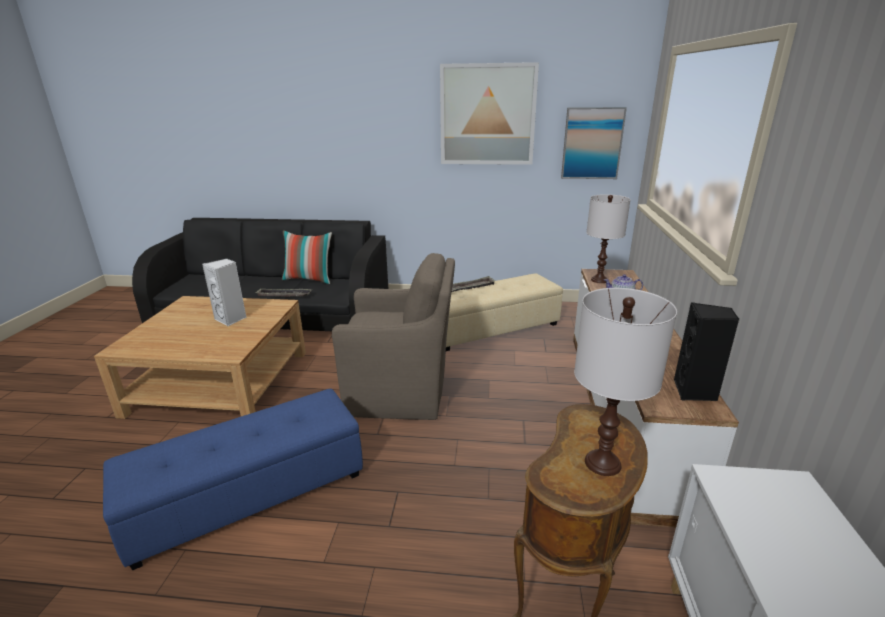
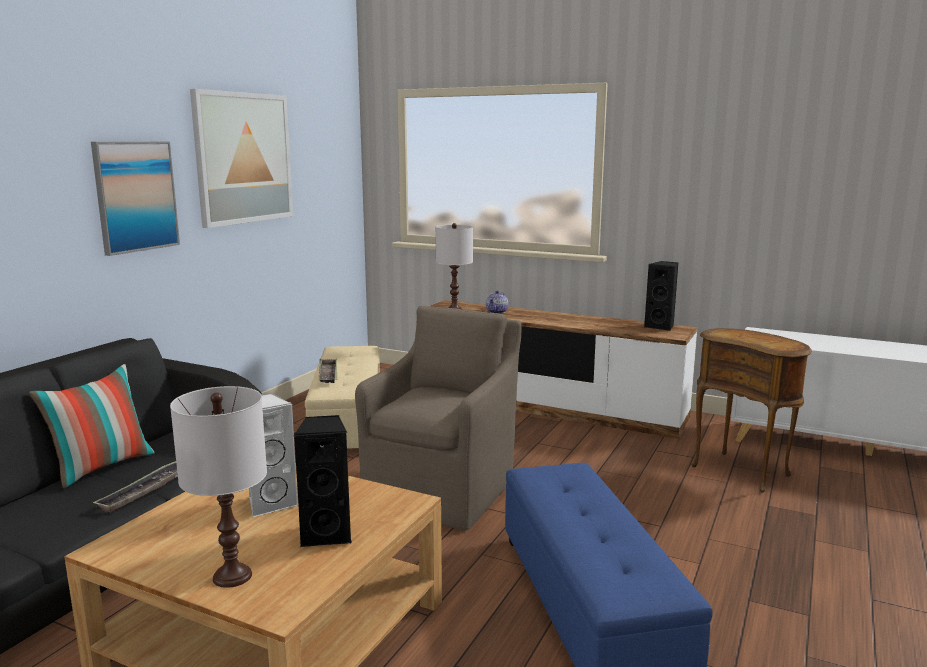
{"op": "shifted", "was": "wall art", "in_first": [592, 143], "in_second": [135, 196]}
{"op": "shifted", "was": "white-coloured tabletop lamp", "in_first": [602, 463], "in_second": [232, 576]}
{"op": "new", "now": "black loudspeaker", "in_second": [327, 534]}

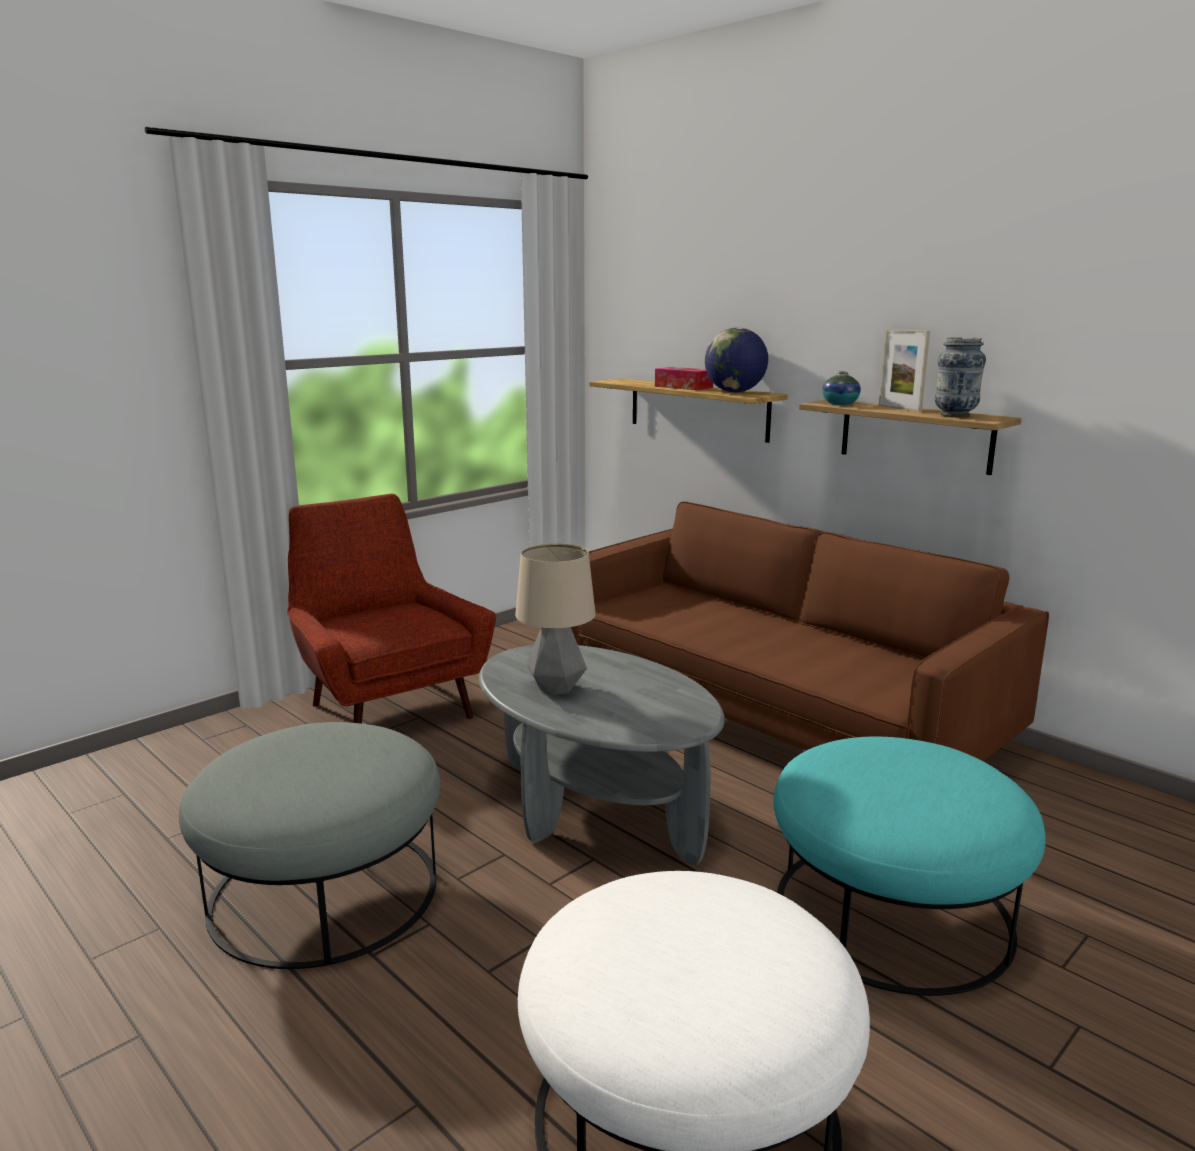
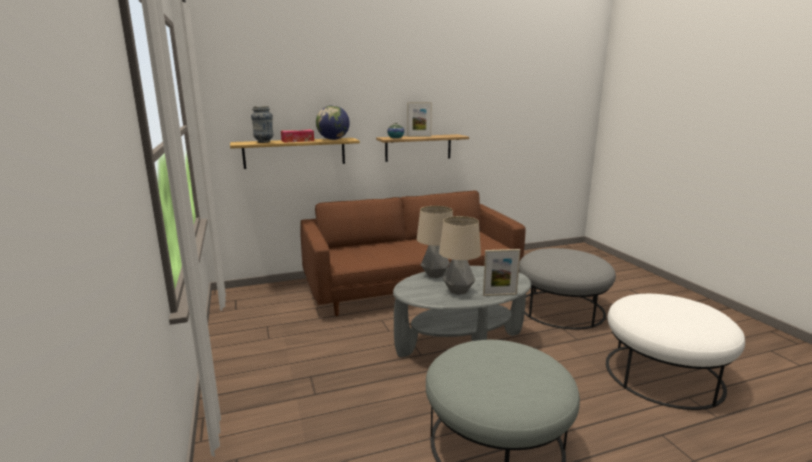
{"op": "shifted", "was": "decorative vase", "in_first": [955, 415], "in_second": [264, 142]}
{"op": "new", "now": "tabletop lamp", "in_second": [435, 275]}
{"op": "new", "now": "picture frame", "in_second": [499, 294]}
{"op": "repainted", "was": "turquoise ottoman", "now": "gray ottoman", "in_first": [893, 912], "in_second": [561, 308]}
{"op": "gone", "was": "reddish easy chair", "in_first": [387, 707]}

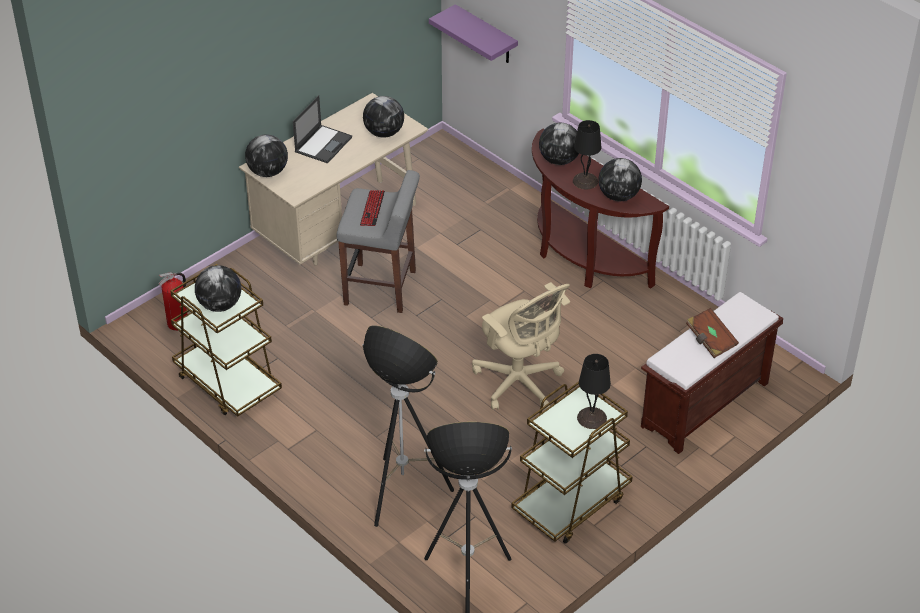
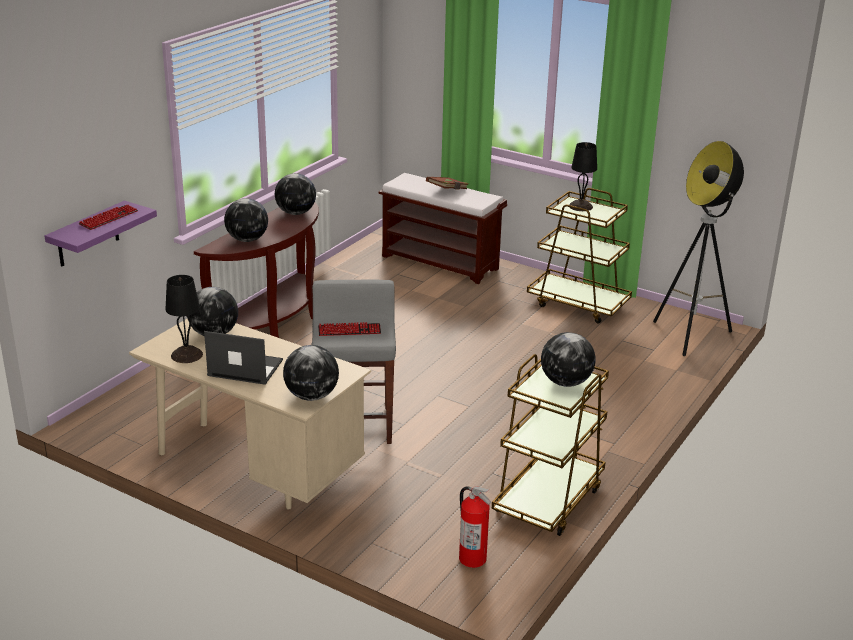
{"op": "new", "now": "computer keyboard", "in_second": [108, 218]}
{"op": "shifted", "was": "black tabletop lamp", "in_first": [585, 180], "in_second": [186, 355]}
{"op": "gone", "was": "floor lamp", "in_first": [402, 493]}
{"op": "gone", "was": "beige-coloured desk chair", "in_first": [520, 384]}

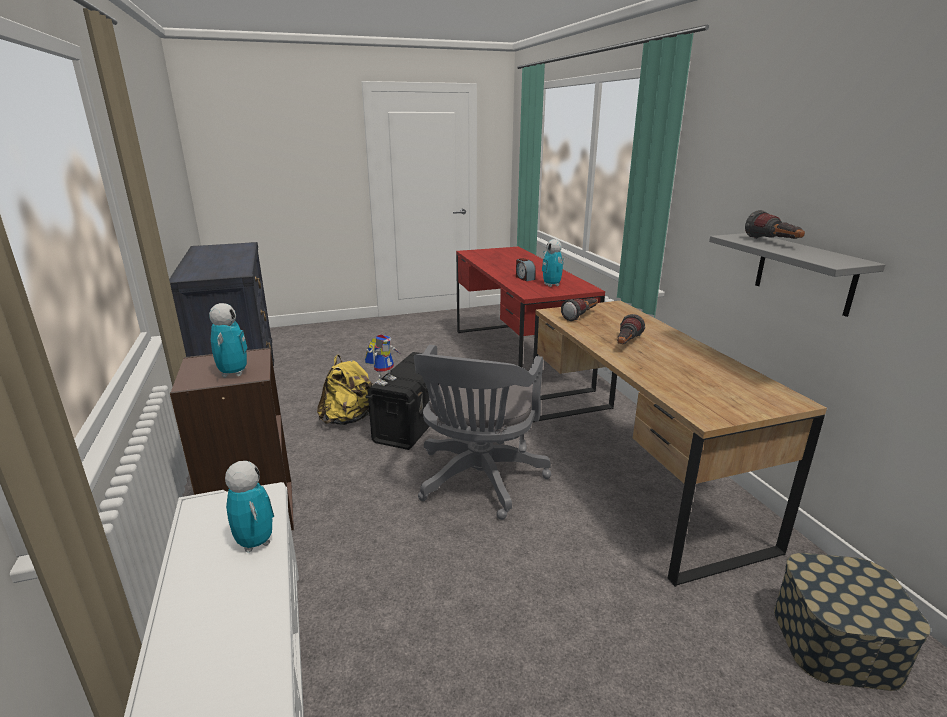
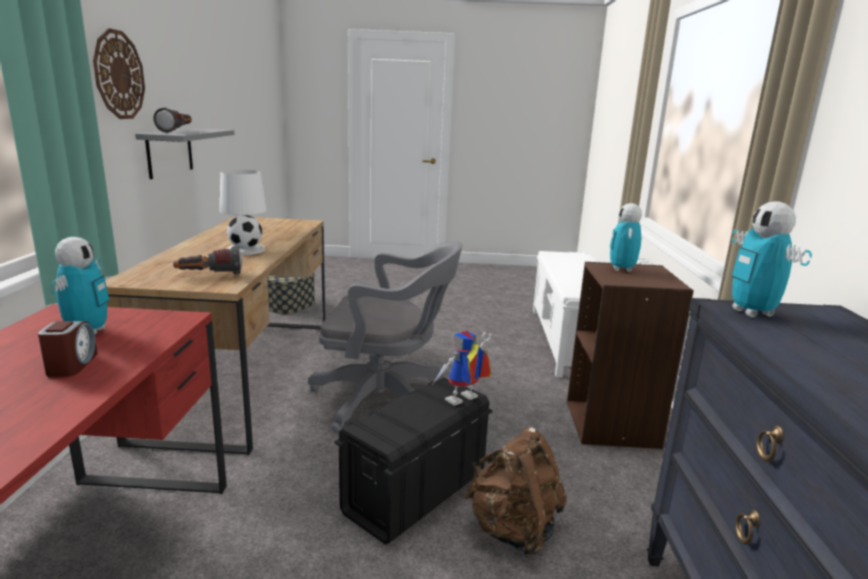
{"op": "new", "now": "clock on the wall", "in_second": [119, 75]}
{"op": "swapped", "was": "hand torch", "now": "white-coloured tabletop lamp", "in_first": [626, 344], "in_second": [246, 250]}
{"op": "rotated", "was": "gray desk chair", "in_first": [478, 481], "in_second": [387, 400], "clockwise": 60}
{"op": "repainted", "was": "yellow knapsack", "now": "brown knapsack", "in_first": [349, 419], "in_second": [512, 530]}
{"op": "shifted", "was": "toy robot", "in_first": [255, 542], "in_second": [752, 313]}

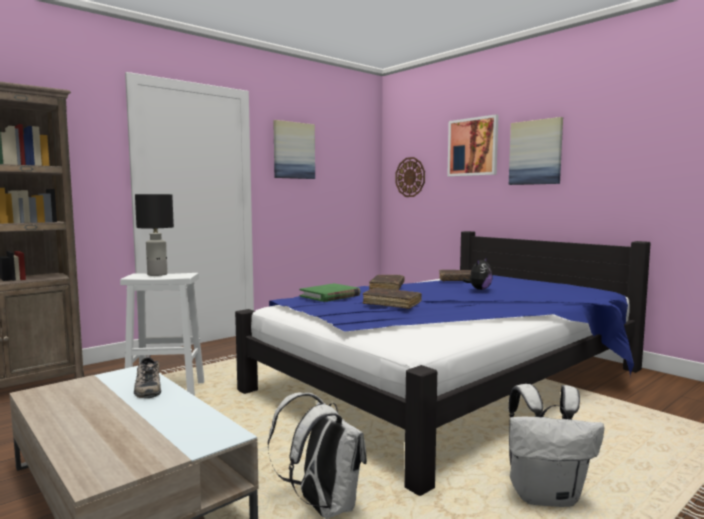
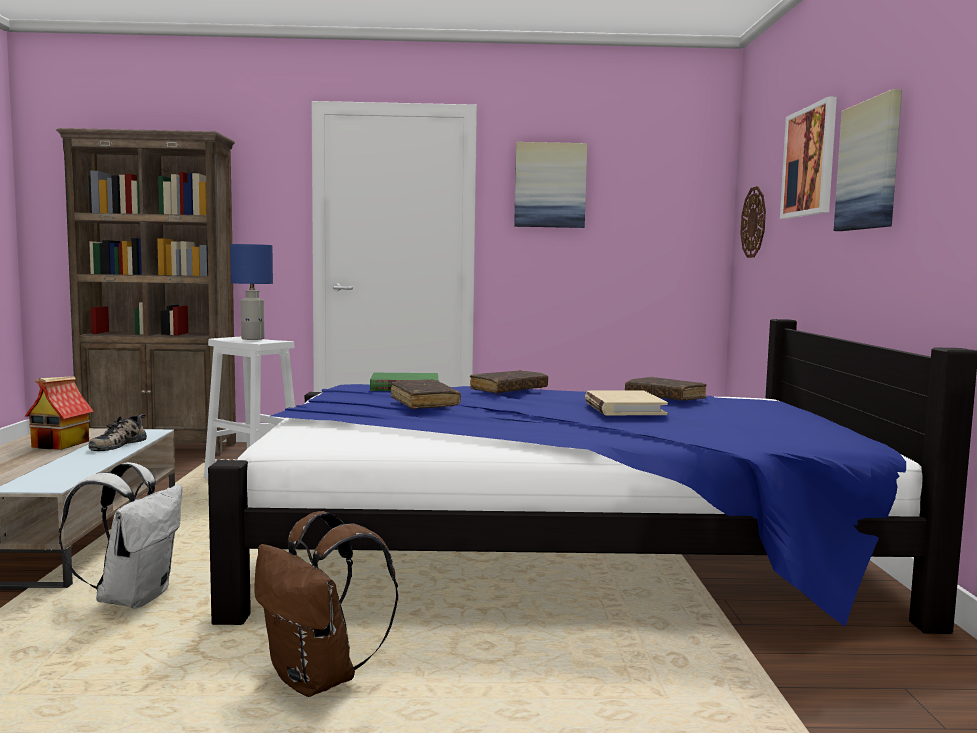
{"op": "new", "now": "toy house", "in_second": [60, 444]}
{"op": "repainted", "was": "black tabletop lamp", "now": "bluish tabletop lamp", "in_first": [158, 274], "in_second": [253, 339]}
{"op": "repainted", "was": "white-coloured knapsack", "now": "brown knapsack", "in_first": [546, 495], "in_second": [319, 680]}
{"op": "swapped", "was": "soft toy", "now": "beige-coloured volume", "in_first": [479, 289], "in_second": [624, 408]}

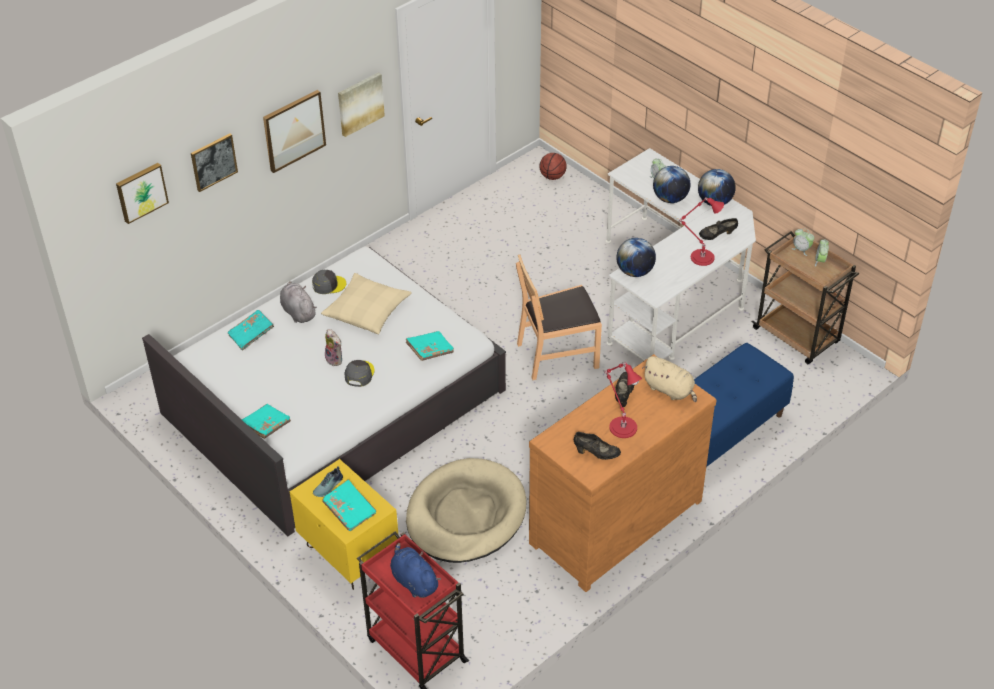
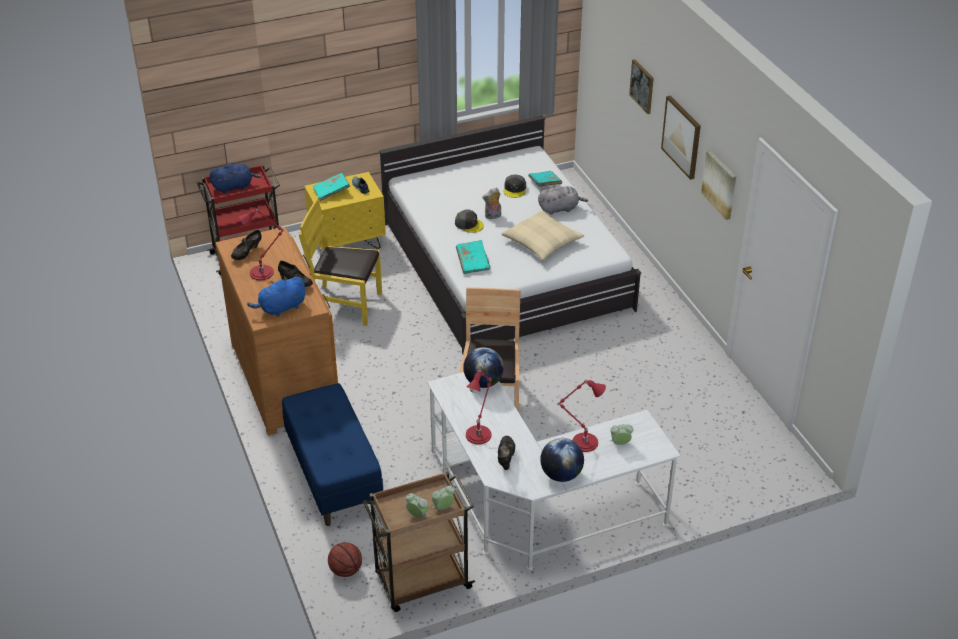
{"op": "repainted", "was": "beige-coloured soft toy", "now": "bluish soft toy", "in_first": [670, 390], "in_second": [281, 308]}
{"op": "swapped", "was": "beige-coloured dog bed", "now": "yellow plain chair", "in_first": [466, 515], "in_second": [345, 304]}
{"op": "shifted", "was": "basketball", "in_first": [552, 176], "in_second": [345, 570]}
{"op": "shifted", "was": "gray peaked cap", "in_first": [328, 285], "in_second": [515, 189]}
{"op": "swapped", "was": "desk globe", "now": "reddish tabletop lamp", "in_first": [670, 199], "in_second": [582, 442]}
{"op": "gone", "was": "wall art", "in_first": [141, 192]}
{"op": "gone", "was": "turquoise volume", "in_first": [266, 426]}

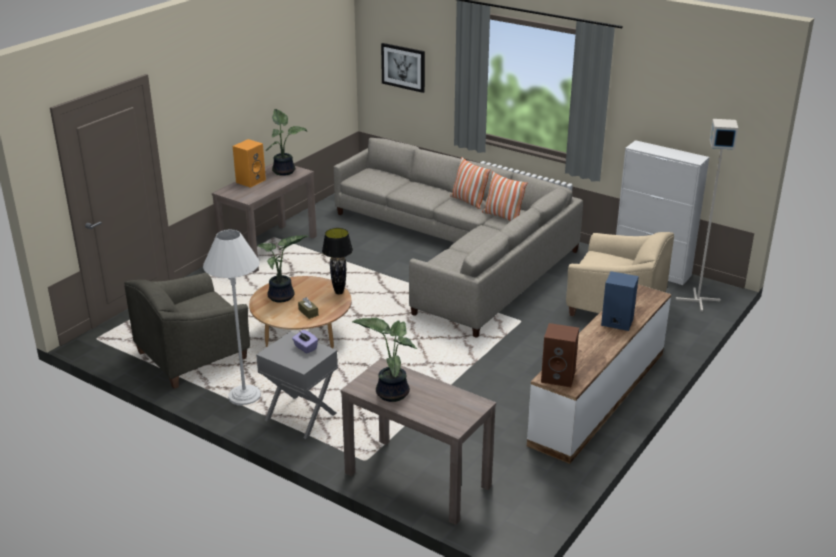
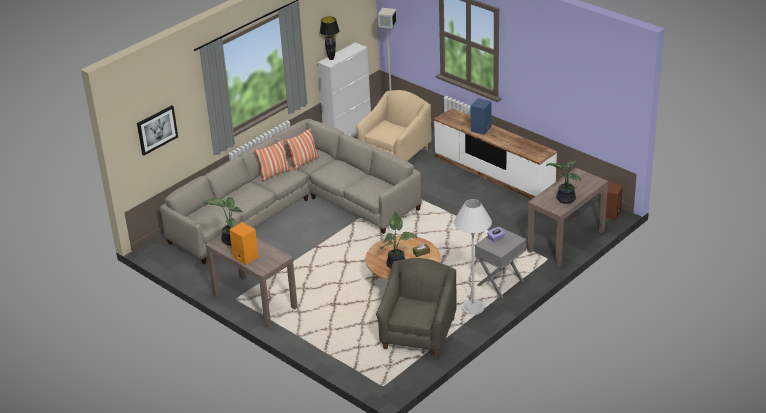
{"op": "shifted", "was": "black tabletop lamp", "in_first": [339, 292], "in_second": [331, 58]}
{"op": "rotated", "was": "gray easy chair", "in_first": [193, 356], "in_second": [418, 333], "clockwise": -135}
{"op": "shifted", "was": "brown loudspeaker", "in_first": [559, 377], "in_second": [610, 213]}

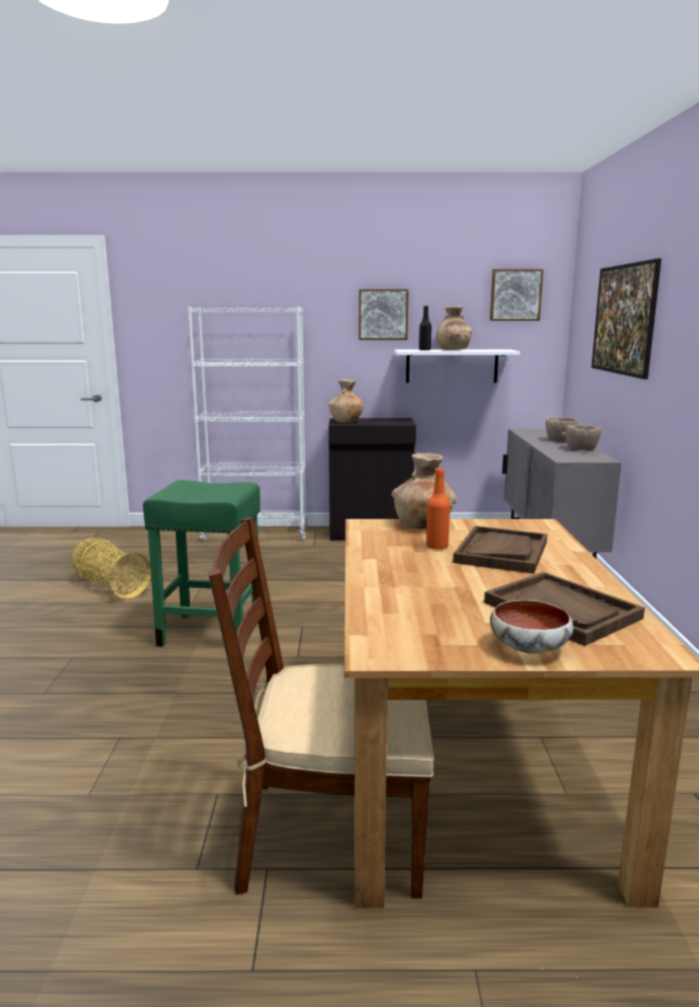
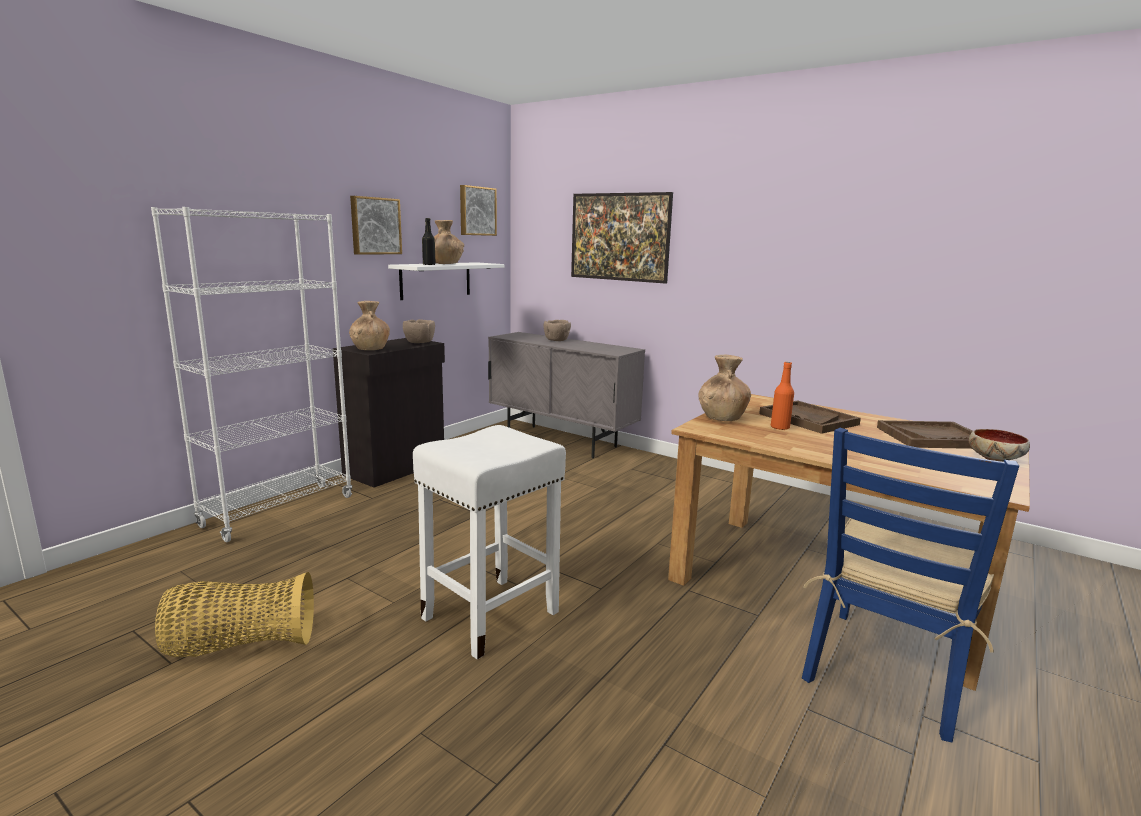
{"op": "shifted", "was": "brown deep dish", "in_first": [582, 449], "in_second": [420, 342]}
{"op": "repainted", "was": "greenish stool", "now": "white-coloured stool", "in_first": [213, 632], "in_second": [492, 614]}
{"op": "repainted", "was": "brown plain chair", "now": "bluish plain chair", "in_first": [330, 834], "in_second": [887, 670]}

